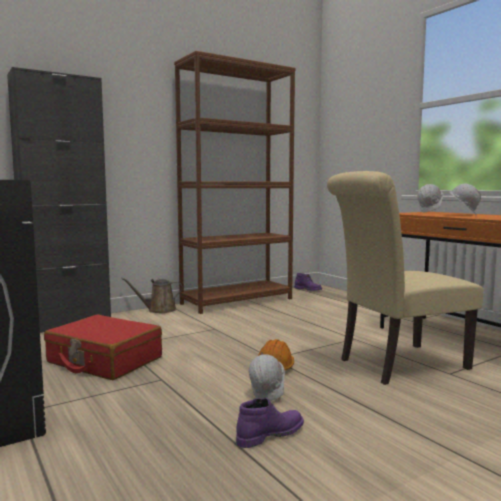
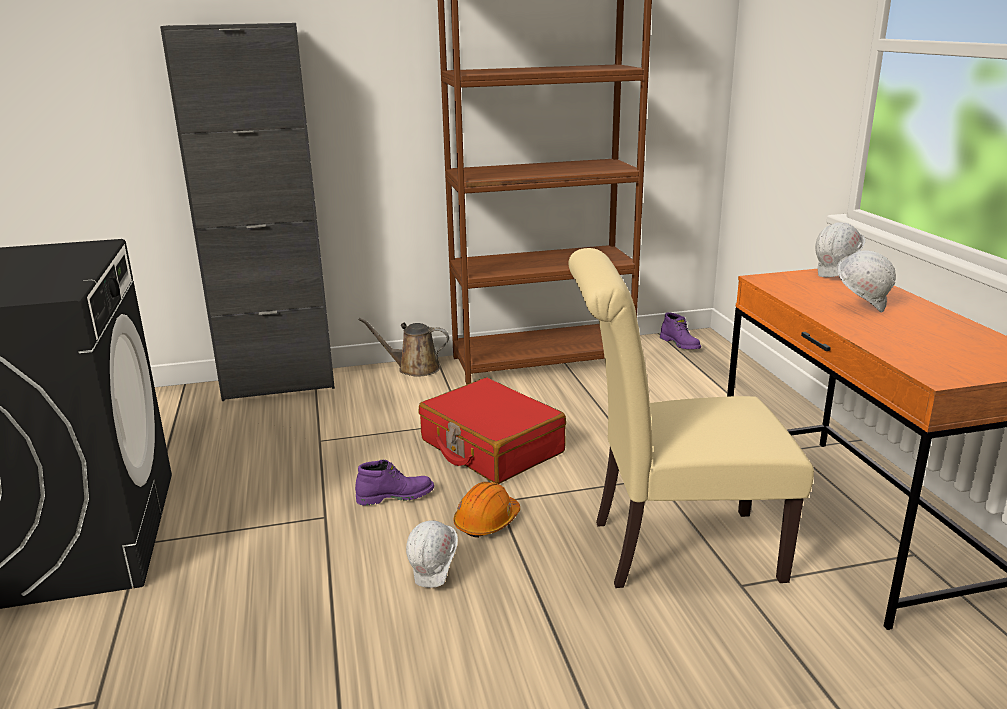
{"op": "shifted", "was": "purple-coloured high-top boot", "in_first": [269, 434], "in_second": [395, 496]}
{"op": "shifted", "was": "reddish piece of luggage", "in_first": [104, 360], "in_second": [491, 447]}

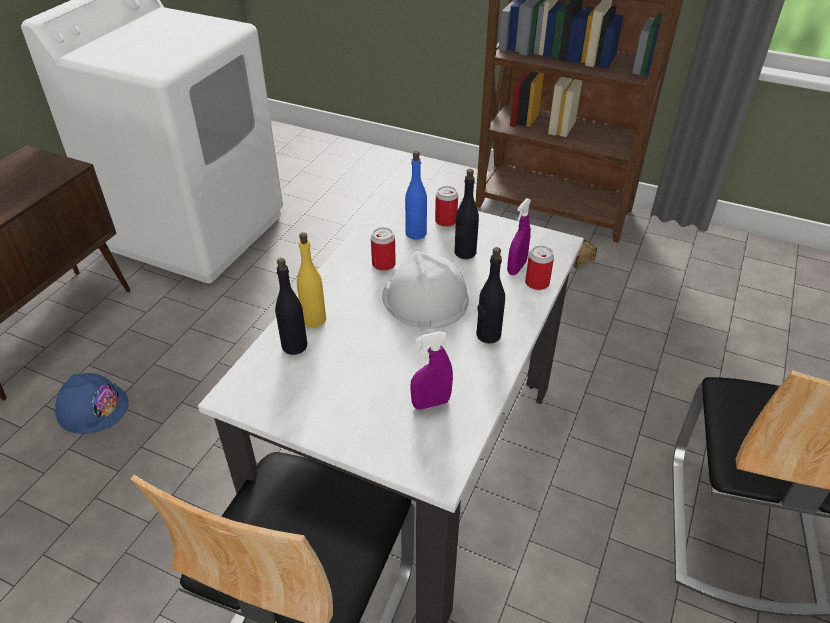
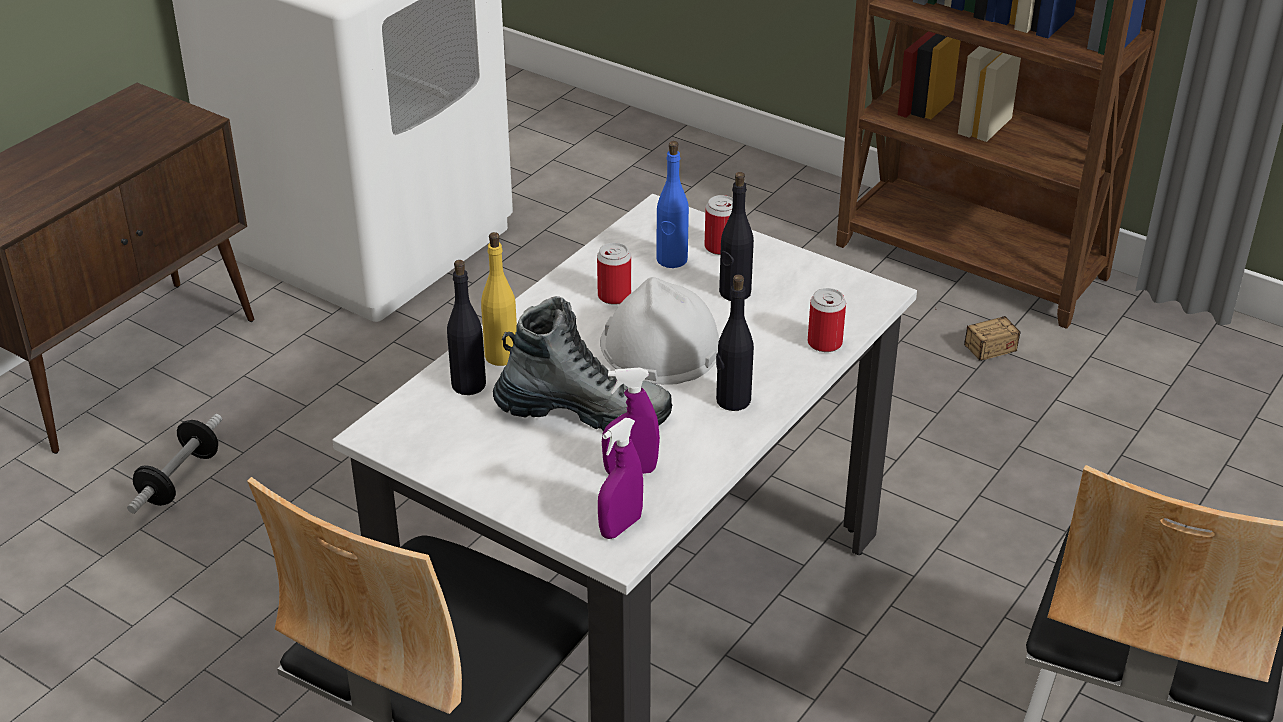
{"op": "swapped", "was": "bluish safety helmet", "now": "hand weight", "in_first": [92, 408], "in_second": [179, 479]}
{"op": "new", "now": "high-top boot", "in_second": [583, 412]}
{"op": "shifted", "was": "purple-coloured sprayer", "in_first": [516, 268], "in_second": [620, 527]}

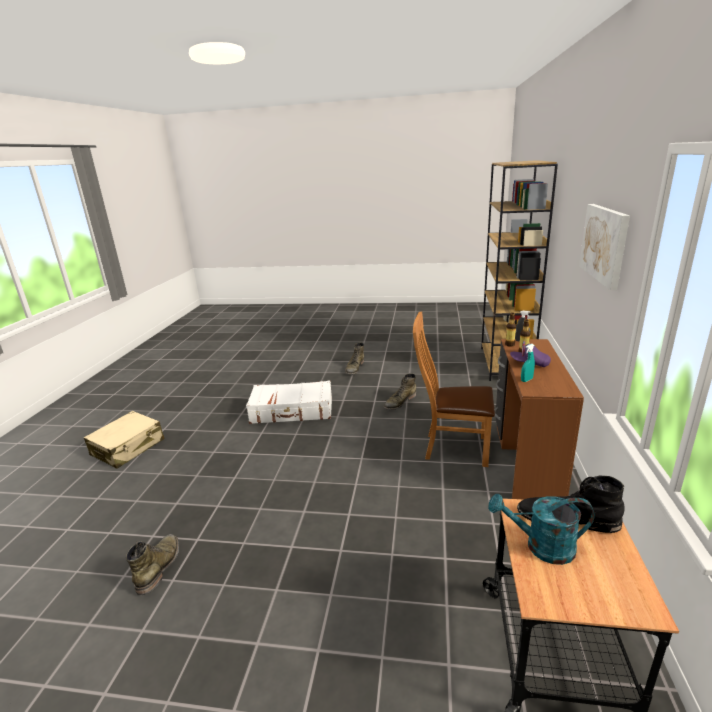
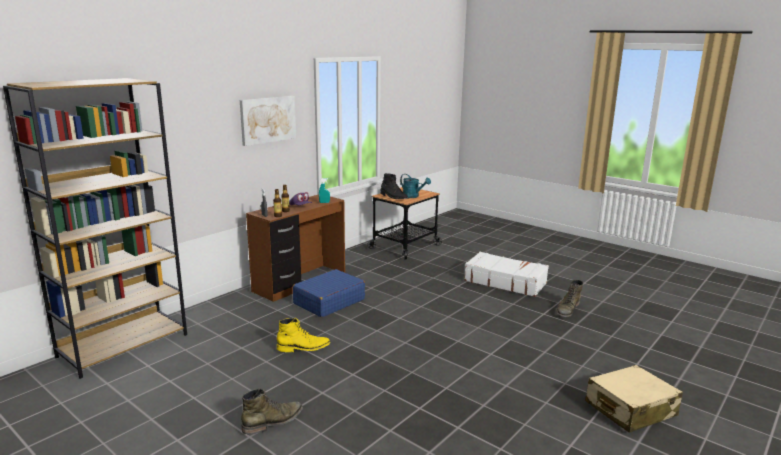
{"op": "repainted", "was": "greenish high-top boot", "now": "yellow high-top boot", "in_first": [399, 402], "in_second": [303, 348]}
{"op": "swapped", "was": "brown plain chair", "now": "bluish piece of luggage", "in_first": [452, 448], "in_second": [329, 301]}
{"op": "shifted", "was": "white-coloured piece of luggage", "in_first": [292, 411], "in_second": [505, 282]}

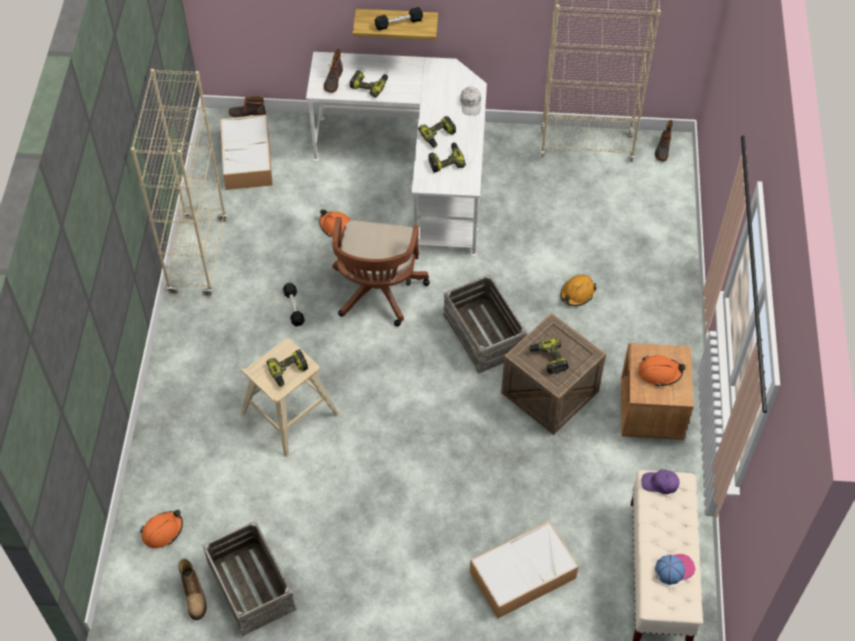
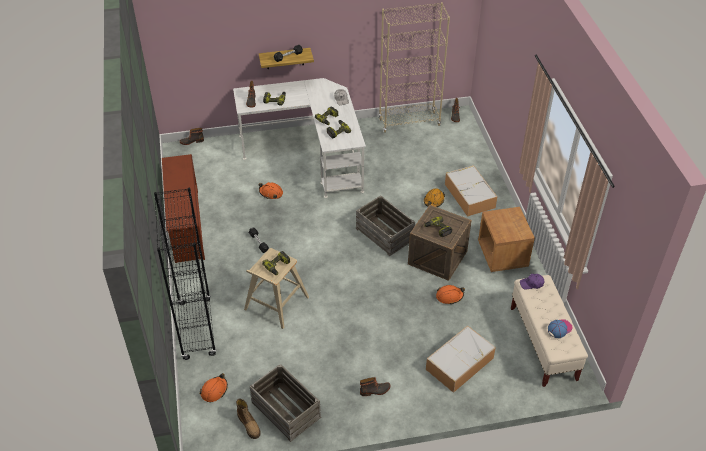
{"op": "new", "now": "black shelving unit", "in_second": [197, 329]}
{"op": "swapped", "was": "beige-coloured shelving unit", "now": "brown shoe rack", "in_first": [198, 256], "in_second": [185, 225]}
{"op": "new", "now": "high-top boot", "in_second": [375, 391]}
{"op": "shifted", "was": "orange safety helmet", "in_first": [659, 373], "in_second": [449, 296]}
{"op": "shifted", "was": "storage box", "in_first": [247, 160], "in_second": [470, 196]}
{"op": "gone", "was": "brown desk chair", "in_first": [377, 293]}

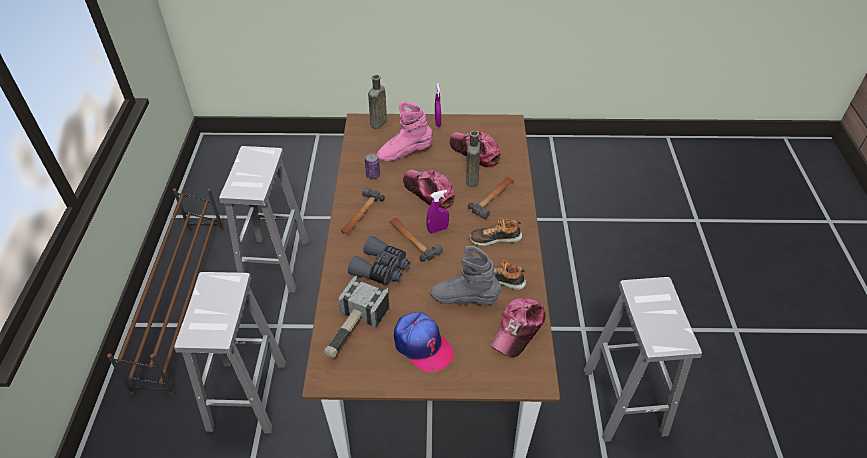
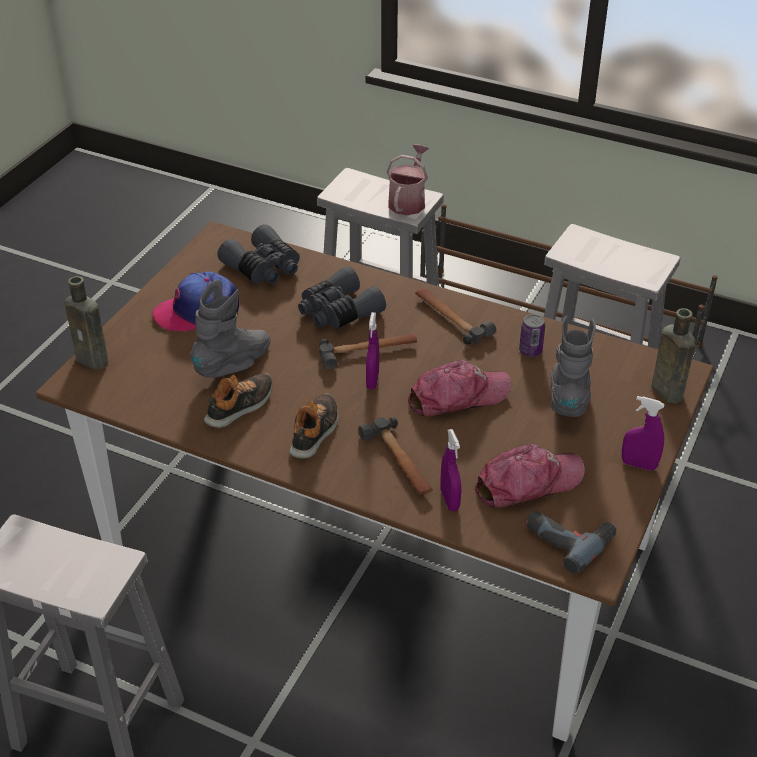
{"op": "shifted", "was": "brown beverage bottle", "in_first": [472, 178], "in_second": [94, 360]}
{"op": "swapped", "was": "hand hammer", "now": "gray field glasses", "in_first": [352, 329], "in_second": [264, 268]}
{"op": "new", "now": "sprinkling can", "in_second": [408, 201]}
{"op": "new", "now": "purple-coloured sprayer", "in_second": [449, 500]}
{"op": "new", "now": "power drill", "in_second": [568, 537]}
{"op": "repainted", "was": "pink high-top boot", "now": "gray high-top boot", "in_first": [404, 153], "in_second": [569, 399]}
{"op": "gone", "was": "peaked cap", "in_first": [518, 329]}

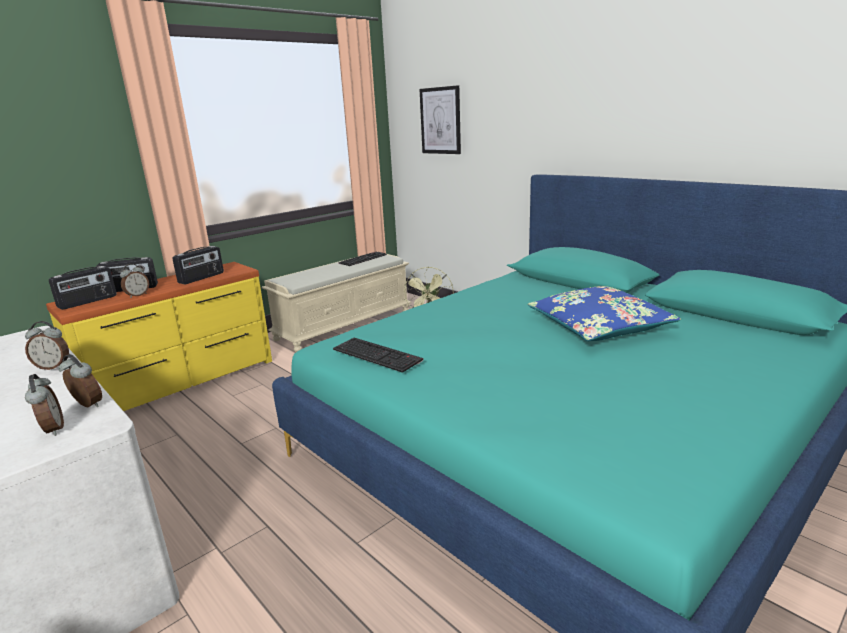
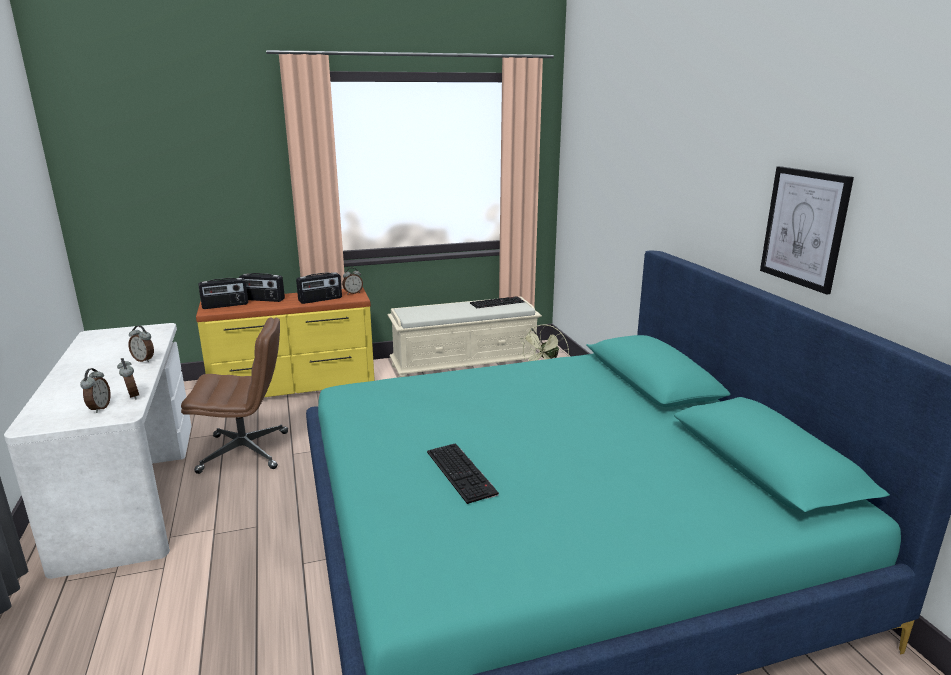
{"op": "new", "now": "brown desk chair", "in_second": [246, 452]}
{"op": "shifted", "was": "alarm clock", "in_first": [137, 295], "in_second": [353, 293]}
{"op": "shifted", "was": "computer keyboard", "in_first": [378, 354], "in_second": [462, 473]}
{"op": "shifted", "was": "wall art", "in_first": [440, 121], "in_second": [804, 228]}
{"op": "gone", "was": "bluish throw pillow", "in_first": [598, 327]}

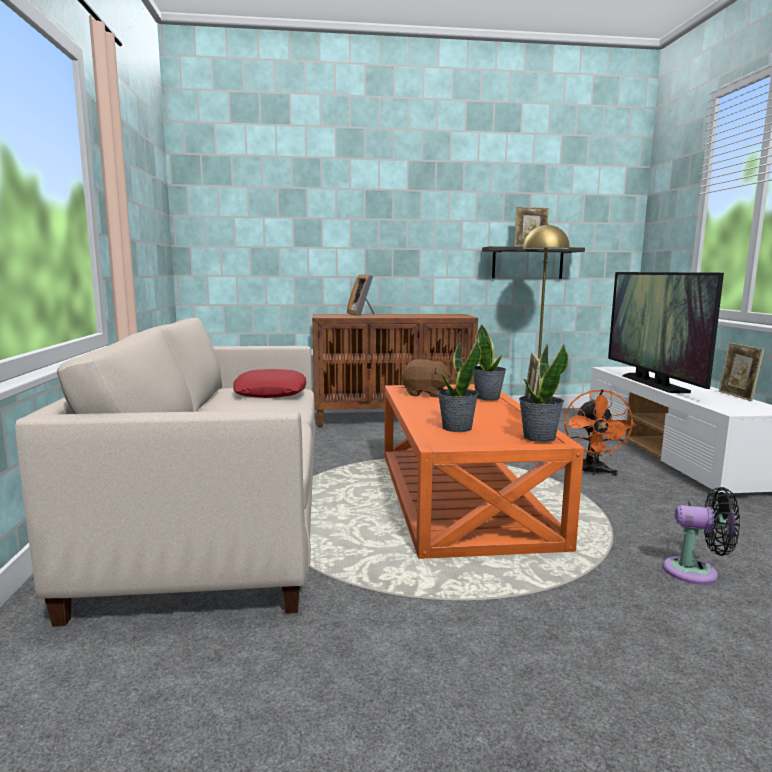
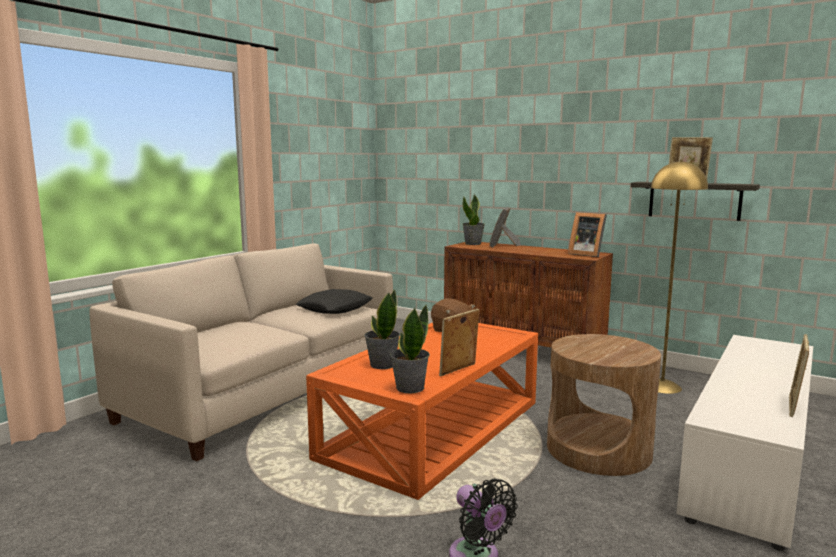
{"op": "repainted", "was": "reddish throw pillow", "now": "black throw pillow", "in_first": [270, 392], "in_second": [335, 308]}
{"op": "shifted", "was": "potted plant", "in_first": [488, 397], "in_second": [473, 244]}
{"op": "swapped", "was": "orange electric fan", "now": "brown end table", "in_first": [592, 472], "in_second": [599, 450]}
{"op": "new", "now": "picture frame", "in_second": [586, 254]}
{"op": "gone", "was": "TV set", "in_first": [652, 383]}

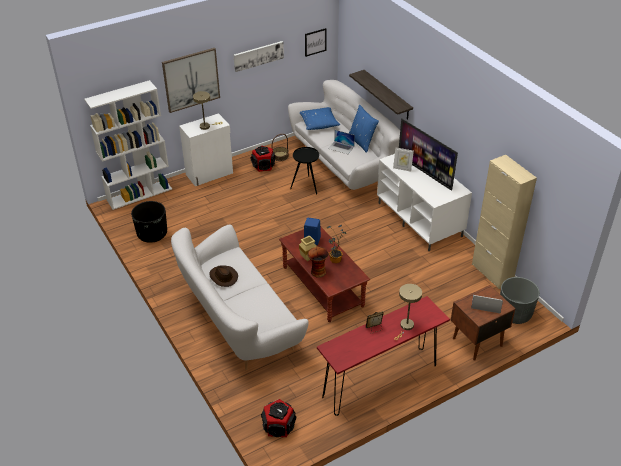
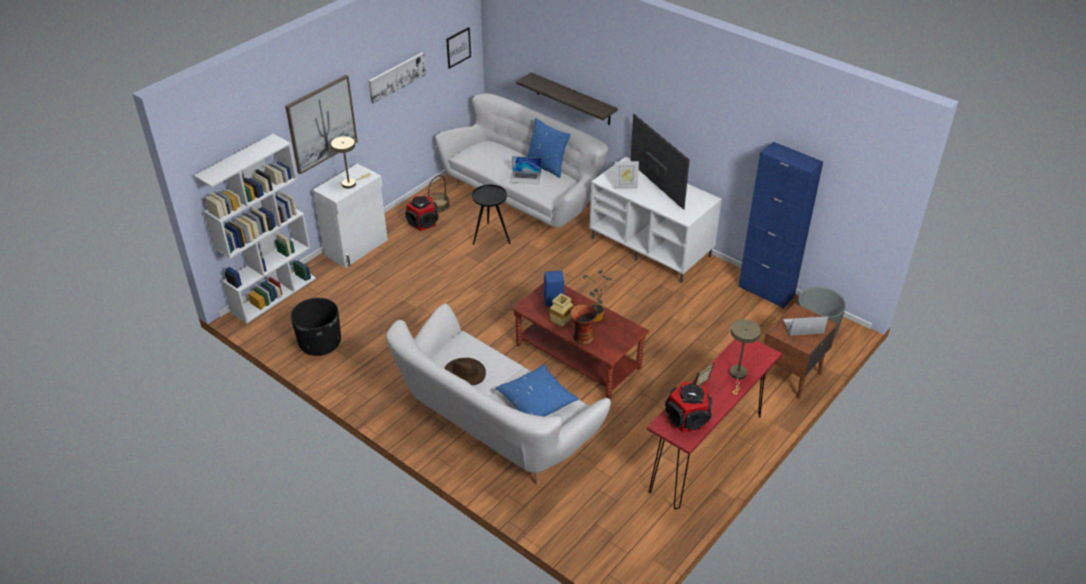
{"op": "shifted", "was": "bluish throw pillow", "in_first": [319, 123], "in_second": [536, 400]}
{"op": "rotated", "was": "TV set", "in_first": [425, 172], "in_second": [654, 186], "clockwise": -150}
{"op": "shifted", "was": "loudspeaker", "in_first": [278, 426], "in_second": [687, 418]}
{"op": "repainted", "was": "beige-coloured cabinet", "now": "bluish cabinet", "in_first": [492, 273], "in_second": [766, 291]}

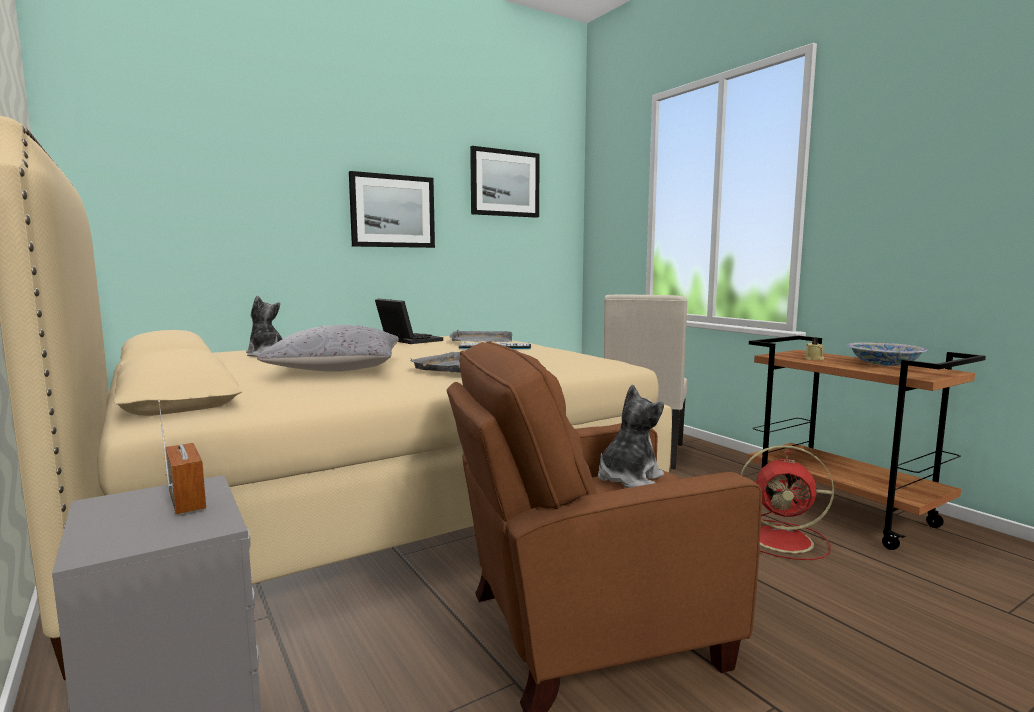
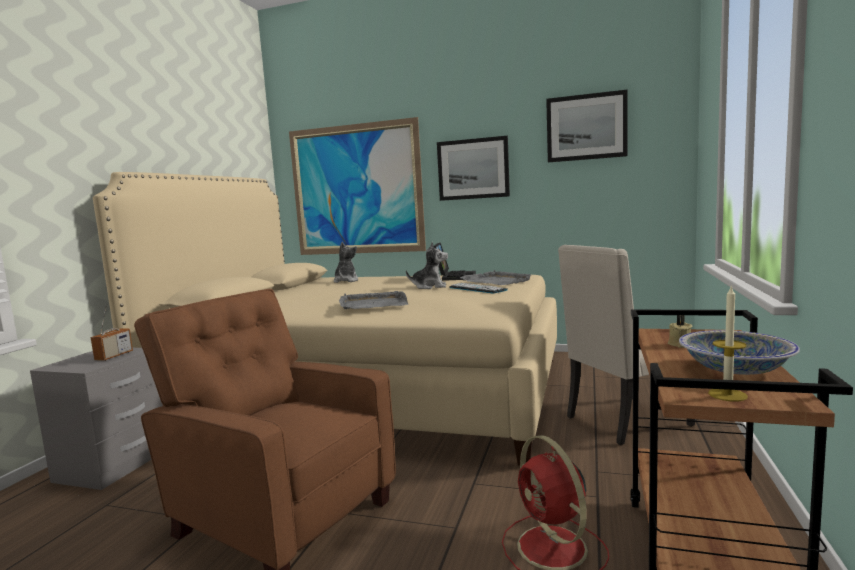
{"op": "new", "now": "wall art", "in_second": [356, 190]}
{"op": "shifted", "was": "soft toy", "in_first": [628, 479], "in_second": [430, 287]}
{"op": "new", "now": "wax light", "in_second": [727, 395]}
{"op": "gone", "was": "gray throw pillow", "in_first": [337, 369]}

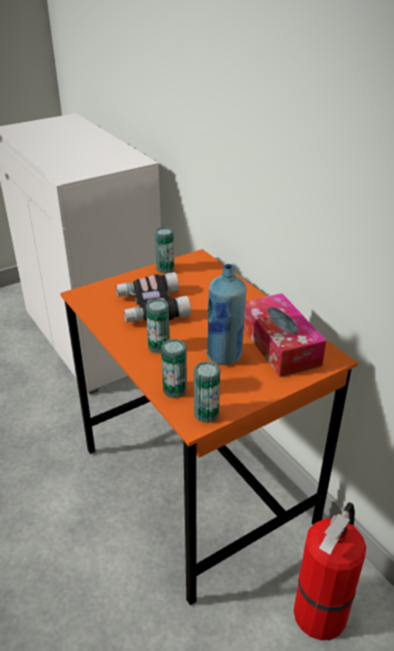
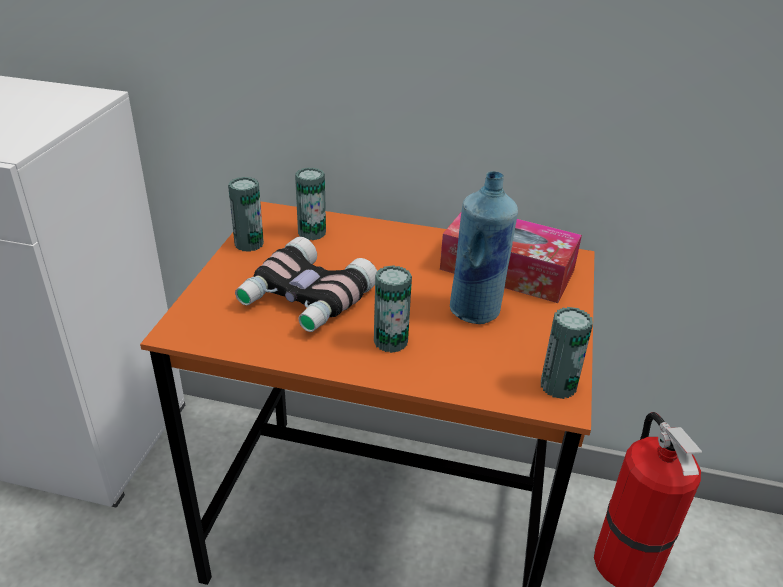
{"op": "shifted", "was": "sealed can", "in_first": [175, 390], "in_second": [312, 233]}

